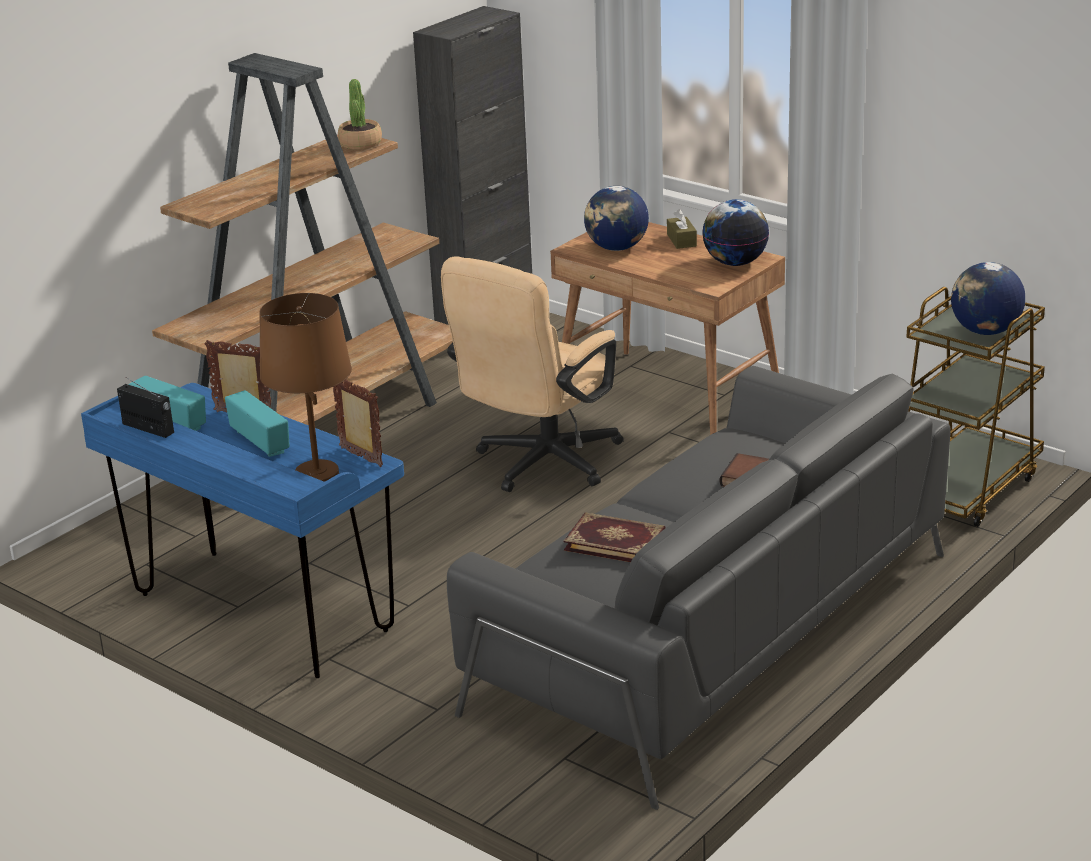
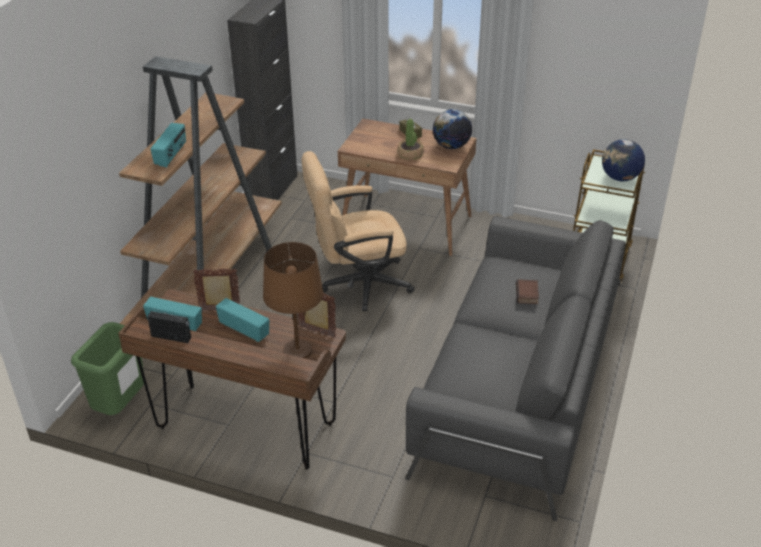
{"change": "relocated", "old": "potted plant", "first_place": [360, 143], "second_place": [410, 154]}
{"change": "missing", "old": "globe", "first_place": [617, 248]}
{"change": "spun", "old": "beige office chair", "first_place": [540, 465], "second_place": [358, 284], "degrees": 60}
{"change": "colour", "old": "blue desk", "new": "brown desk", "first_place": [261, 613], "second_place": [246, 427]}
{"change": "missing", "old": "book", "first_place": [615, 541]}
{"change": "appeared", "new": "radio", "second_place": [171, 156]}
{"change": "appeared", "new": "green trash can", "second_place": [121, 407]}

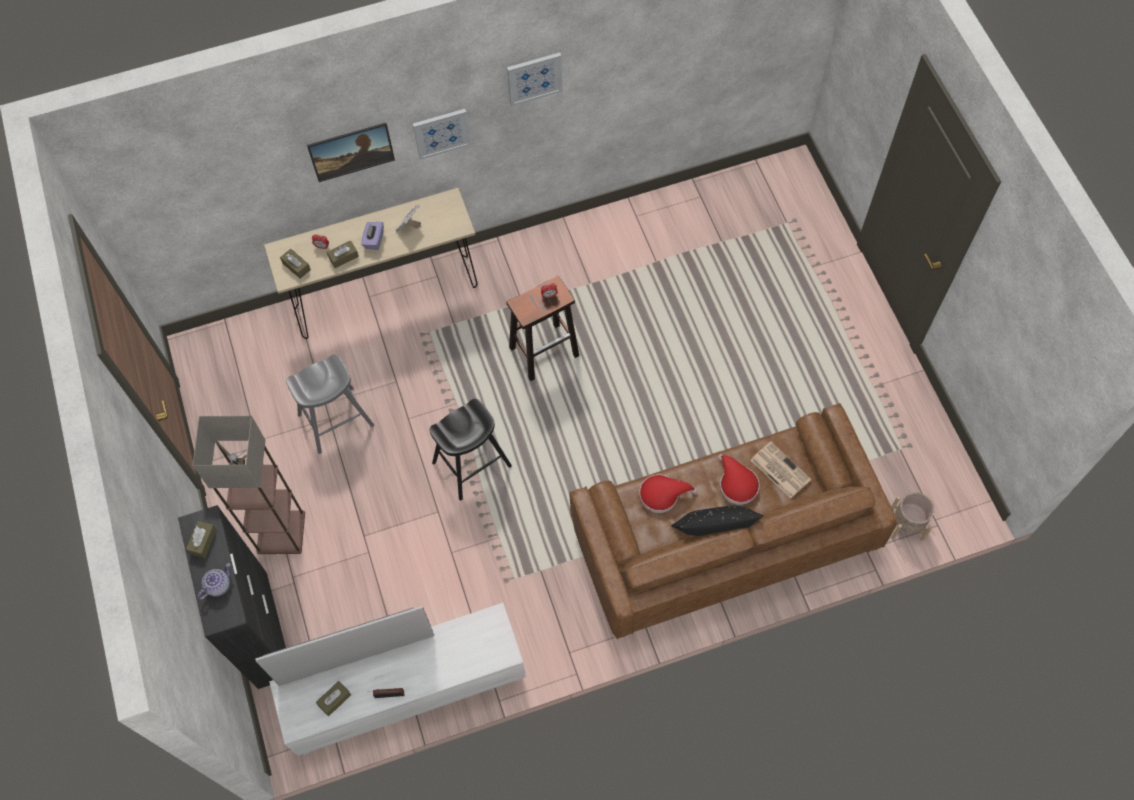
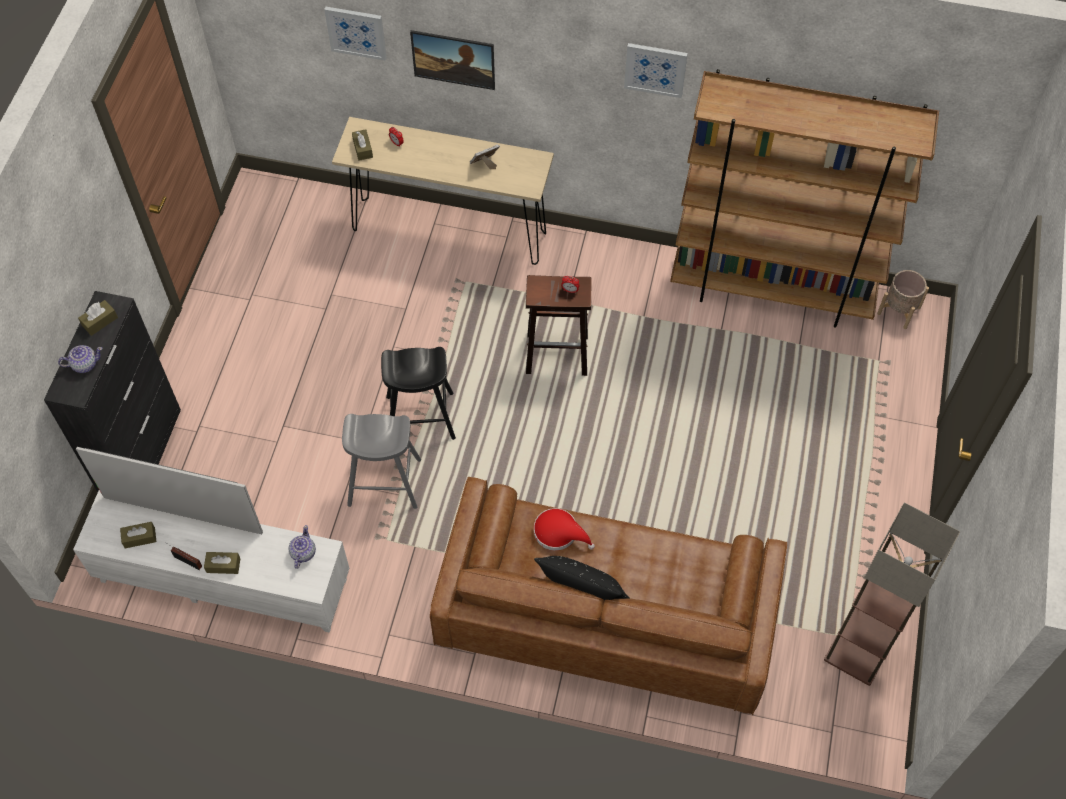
{"change": "relocated", "old": "picture", "first_place": [441, 133], "second_place": [356, 32]}
{"change": "missing", "old": "purple tissue box", "first_place": [374, 240]}
{"change": "relocated", "old": "brown tissue box", "first_place": [343, 257], "second_place": [223, 565]}
{"change": "relocated", "old": "grey stool", "first_place": [336, 420], "second_place": [385, 482]}
{"change": "relocated", "old": "floor lamp", "first_place": [282, 533], "second_place": [858, 653]}
{"change": "missing", "old": "newspaper", "first_place": [779, 469]}
{"change": "missing", "old": "red hat", "first_place": [736, 484]}
{"change": "relocated", "old": "beige planter", "first_place": [906, 524], "second_place": [899, 310]}
{"change": "appeared", "new": "brown bookcase", "second_place": [772, 292]}
{"change": "appeared", "new": "teapot", "second_place": [303, 553]}

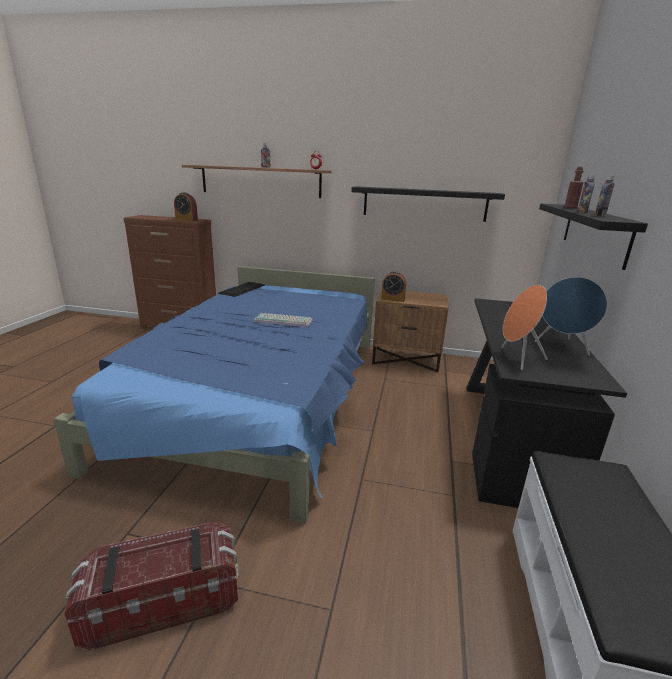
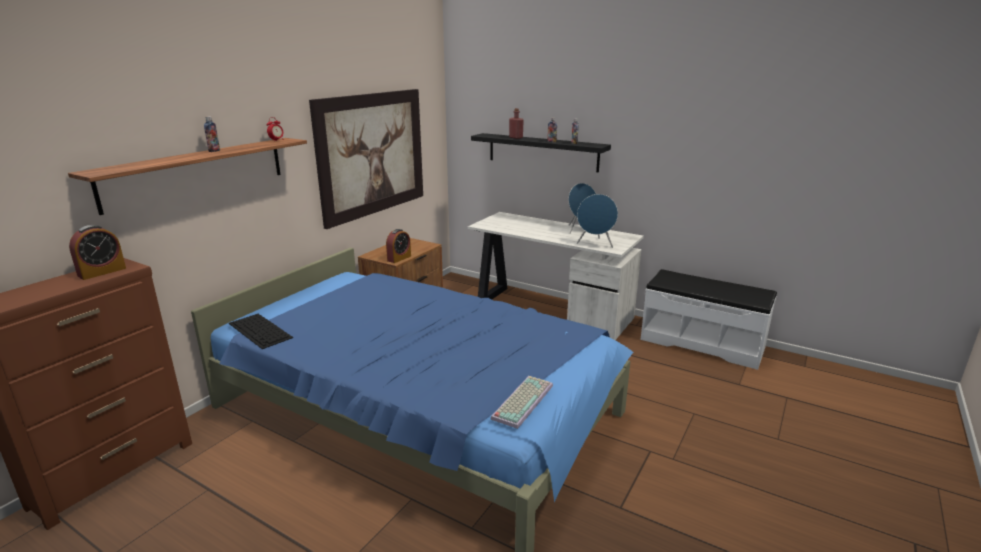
{"change": "exchanged", "old": "black shelf", "new": "picture", "first_place": [424, 204], "second_place": [372, 154]}
{"change": "colour", "old": "orange speaker", "new": "blue speaker", "first_place": [517, 358], "second_place": [595, 244]}
{"change": "colour", "old": "black desk", "new": "white desk", "first_place": [508, 435], "second_place": [550, 310]}
{"change": "relocated", "old": "keyboard", "first_place": [284, 321], "second_place": [522, 400]}
{"change": "missing", "old": "storage box", "first_place": [163, 601]}

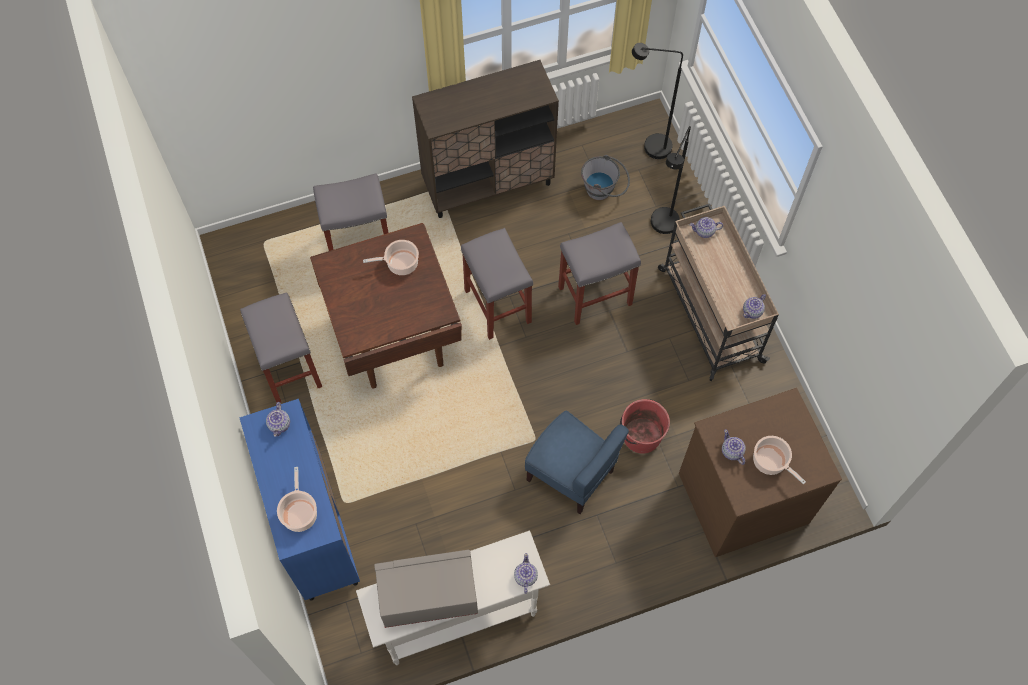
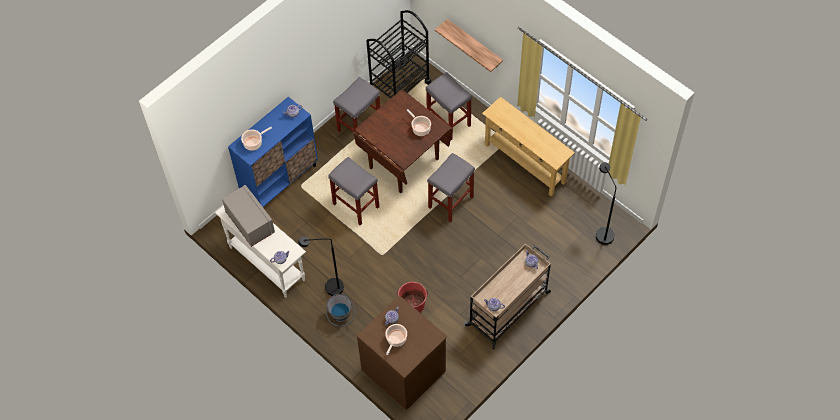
{"change": "exchanged", "old": "brown cabinet", "new": "beige console table", "first_place": [488, 184], "second_place": [525, 163]}
{"change": "relocated", "old": "black floor lamp", "first_place": [662, 229], "second_place": [329, 288]}
{"change": "relocated", "old": "grey bucket", "first_place": [604, 190], "second_place": [341, 318]}
{"change": "relocated", "old": "grey stool", "first_place": [594, 296], "second_place": [355, 205]}
{"change": "missing", "old": "blue chair", "first_place": [571, 474]}
{"change": "appeared", "new": "black cart", "second_place": [399, 86]}
{"change": "appeared", "new": "shelf", "second_place": [474, 44]}

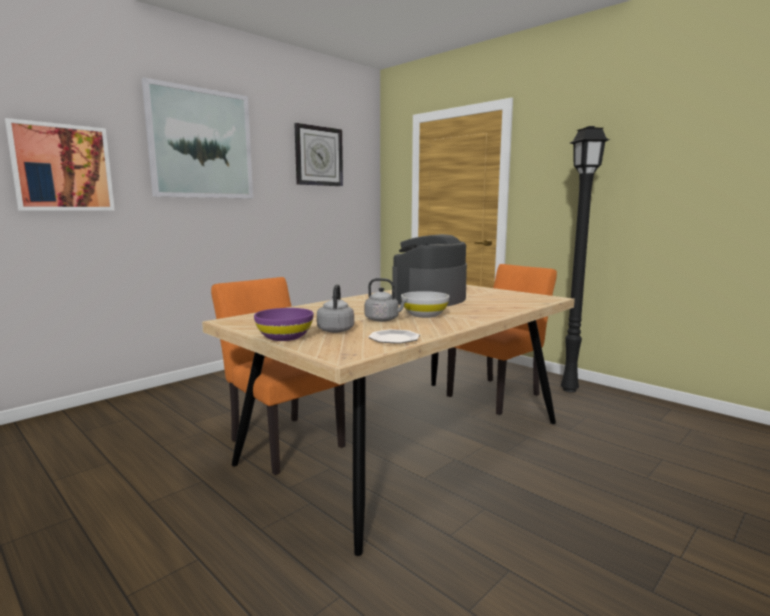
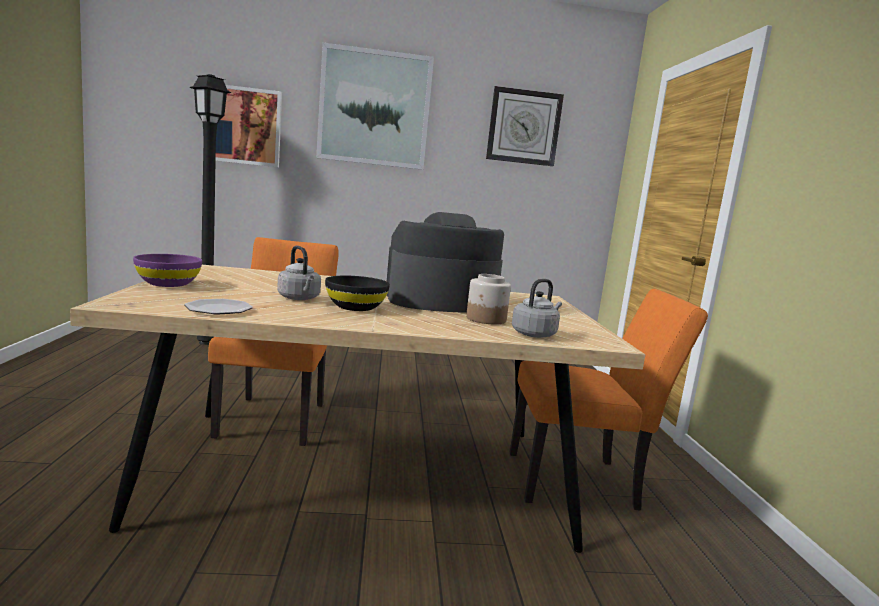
{"change": "relocated", "old": "black floor lamp", "first_place": [570, 390], "second_place": [205, 343]}
{"change": "relocated", "old": "grey kettle", "first_place": [336, 330], "second_place": [535, 334]}
{"change": "colour", "old": "white bowl", "new": "black bowl", "first_place": [425, 315], "second_place": [355, 307]}
{"change": "appeared", "new": "jar", "second_place": [486, 319]}

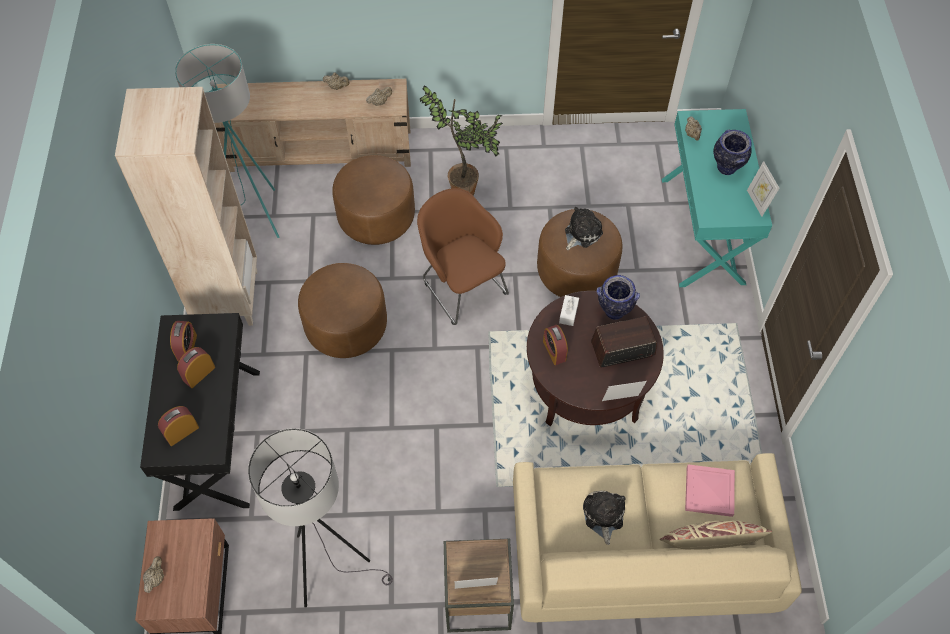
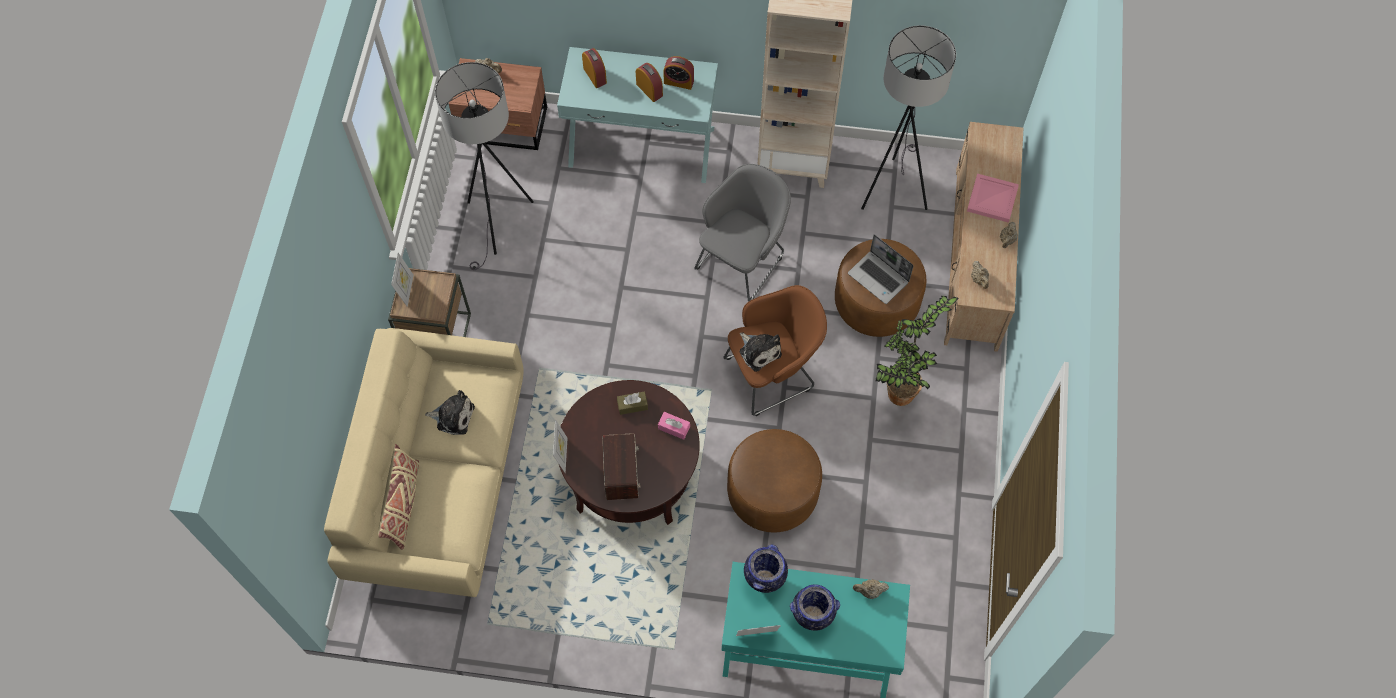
{"change": "colour", "old": "turquoise floor lamp", "new": "grey floor lamp", "first_place": [252, 216], "second_place": [893, 187]}
{"change": "relocated", "old": "plush toy", "first_place": [581, 233], "second_place": [759, 351]}
{"change": "exchanged", "old": "brown ottoman", "new": "grey armchair", "first_place": [346, 325], "second_place": [743, 260]}
{"change": "relocated", "old": "vase", "first_place": [614, 312], "second_place": [764, 579]}
{"change": "colour", "old": "white tissue box", "new": "pink tissue box", "first_place": [568, 313], "second_place": [674, 428]}
{"change": "colour", "old": "black console table", "new": "turquoise console table", "first_place": [217, 438], "second_place": [642, 146]}
{"change": "exchanged", "old": "alarm clock", "new": "brown tissue box", "first_place": [554, 351], "second_place": [632, 405]}
{"change": "relocated", "old": "pink tray", "first_place": [708, 490], "second_place": [993, 199]}
{"change": "appeared", "new": "laptop", "second_place": [879, 278]}

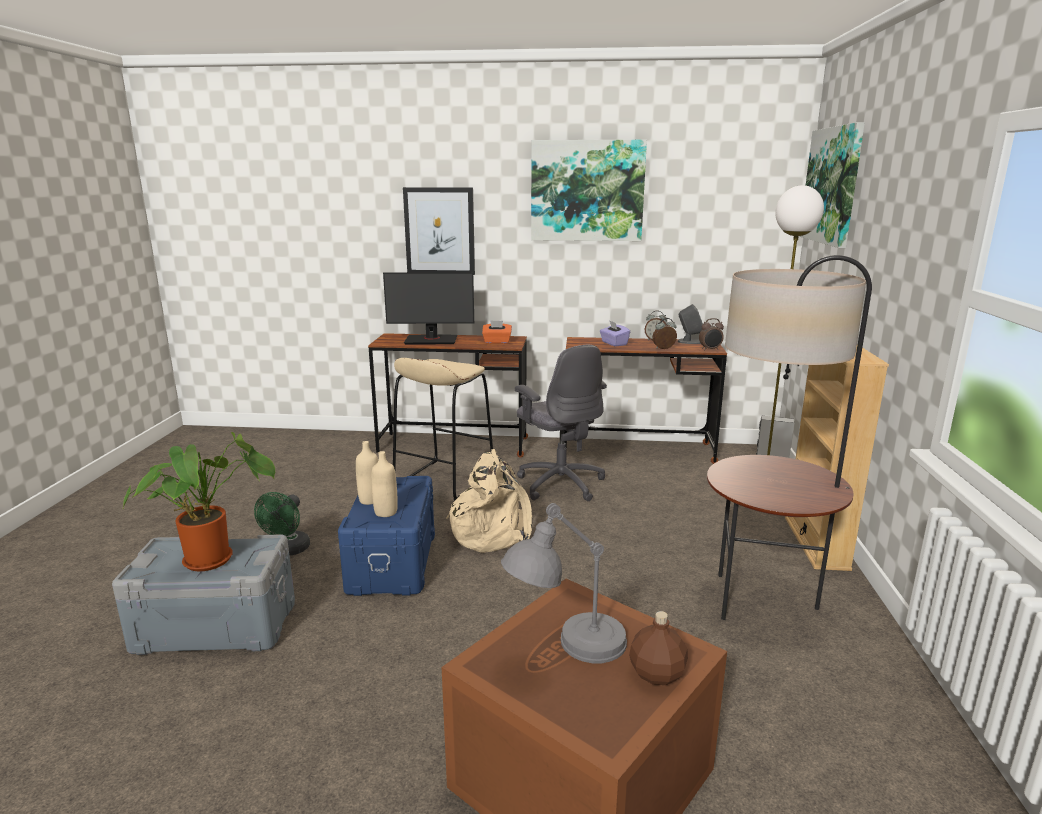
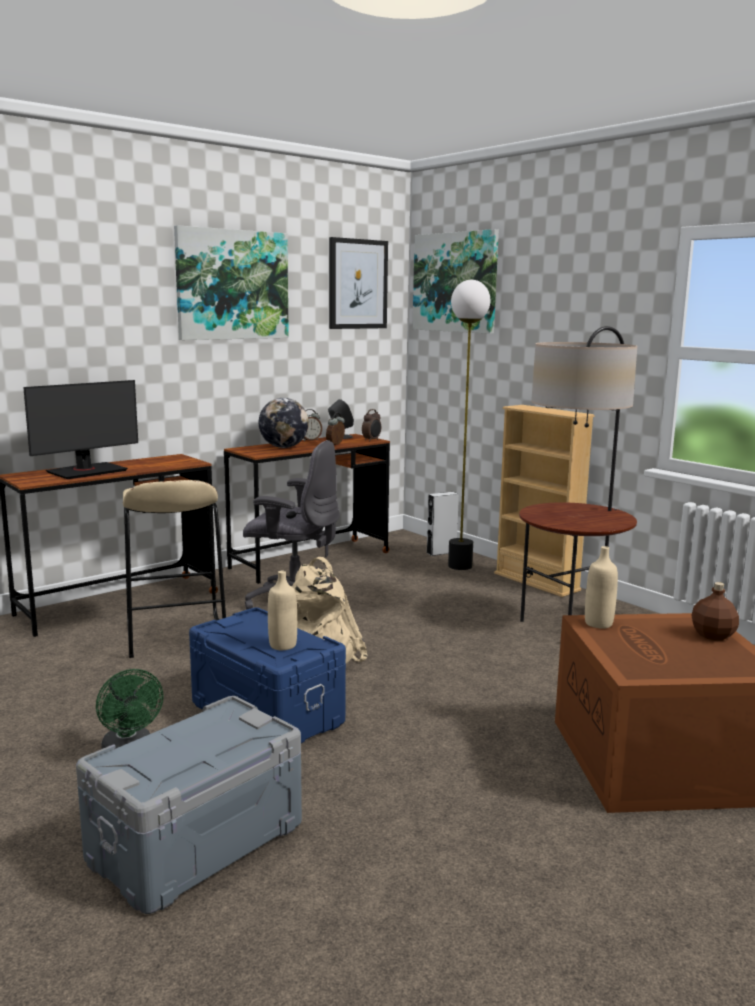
{"change": "relocated", "old": "picture", "first_place": [439, 231], "second_place": [357, 284]}
{"change": "missing", "old": "orange tissue box", "first_place": [497, 342]}
{"change": "exchanged", "old": "purple tissue box", "new": "globe", "first_place": [614, 343], "second_place": [283, 447]}
{"change": "missing", "old": "potted plant", "first_place": [214, 558]}
{"change": "relocated", "old": "beige bottle", "first_place": [370, 500], "second_place": [598, 623]}
{"change": "missing", "old": "grey table lamp", "first_place": [567, 651]}

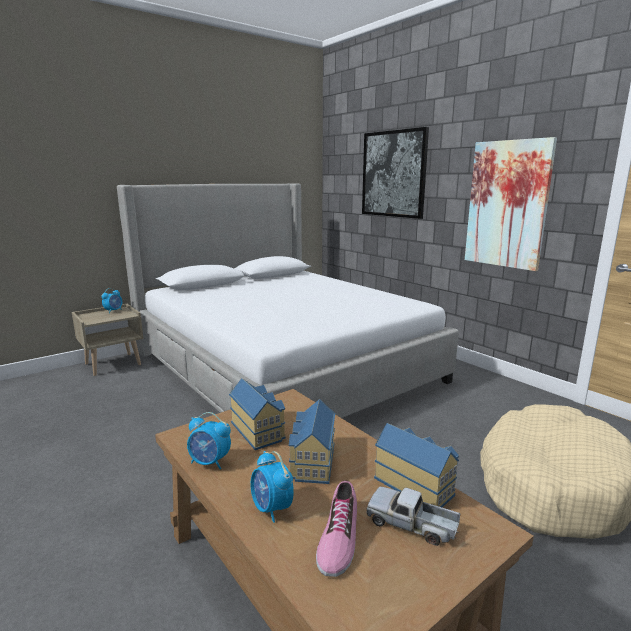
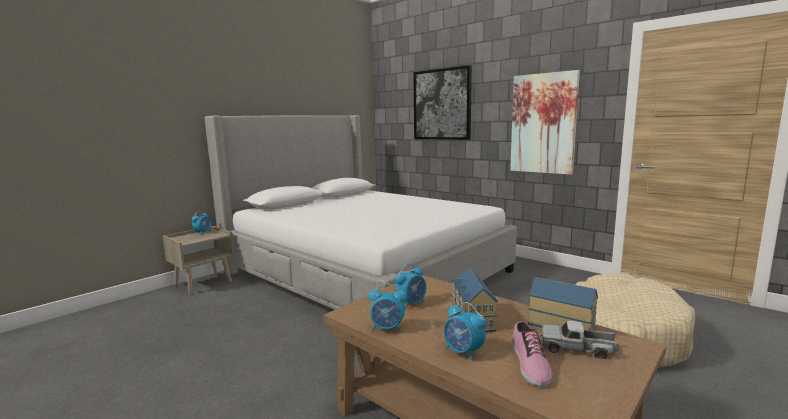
{"change": "exchanged", "old": "toy house", "new": "alarm clock", "first_place": [259, 430], "second_place": [411, 303]}

